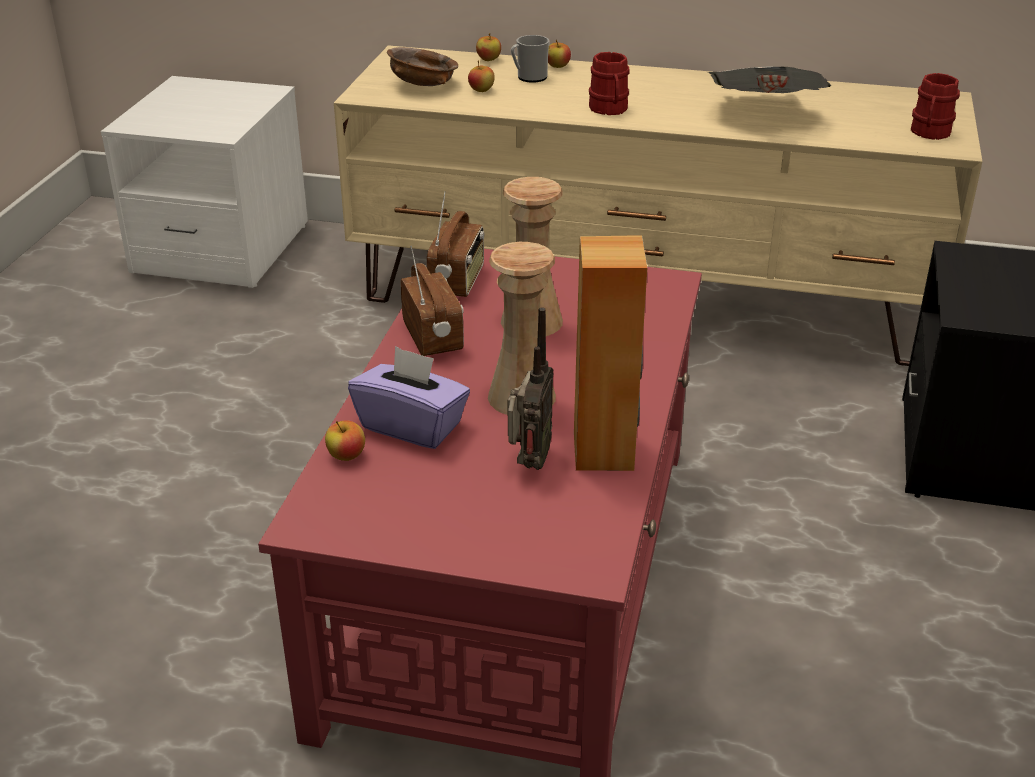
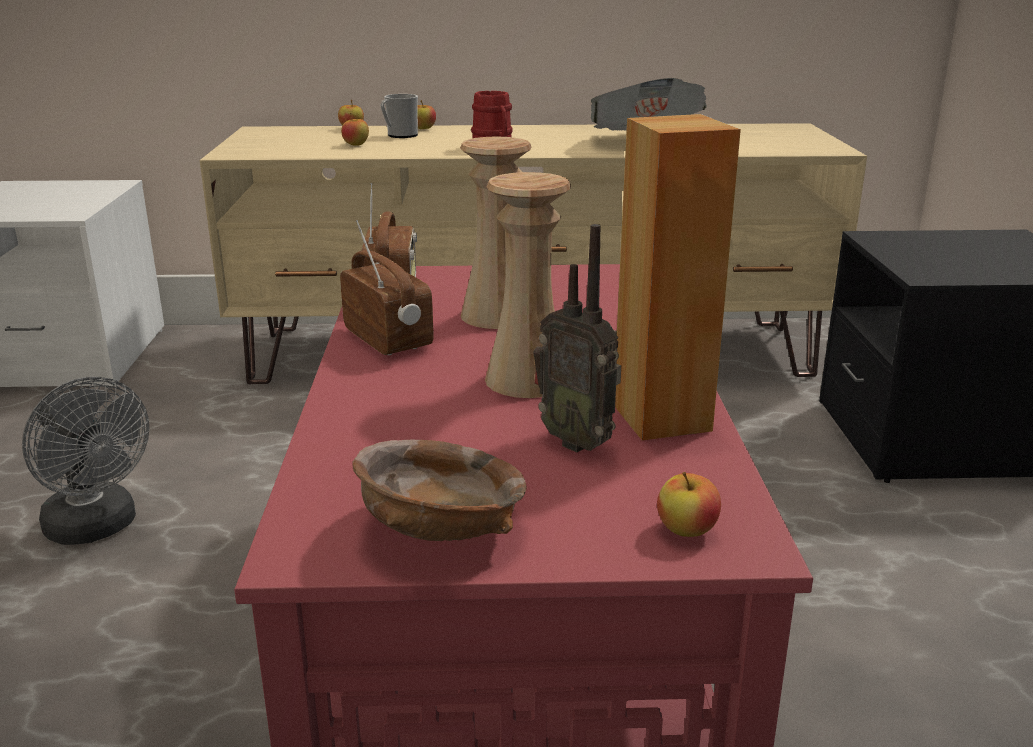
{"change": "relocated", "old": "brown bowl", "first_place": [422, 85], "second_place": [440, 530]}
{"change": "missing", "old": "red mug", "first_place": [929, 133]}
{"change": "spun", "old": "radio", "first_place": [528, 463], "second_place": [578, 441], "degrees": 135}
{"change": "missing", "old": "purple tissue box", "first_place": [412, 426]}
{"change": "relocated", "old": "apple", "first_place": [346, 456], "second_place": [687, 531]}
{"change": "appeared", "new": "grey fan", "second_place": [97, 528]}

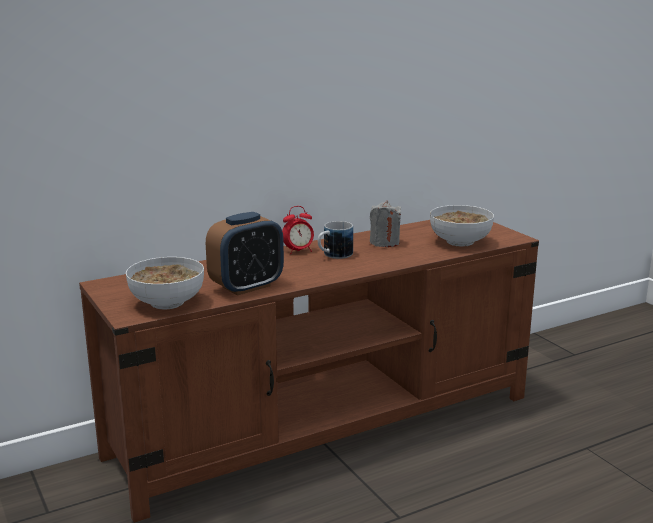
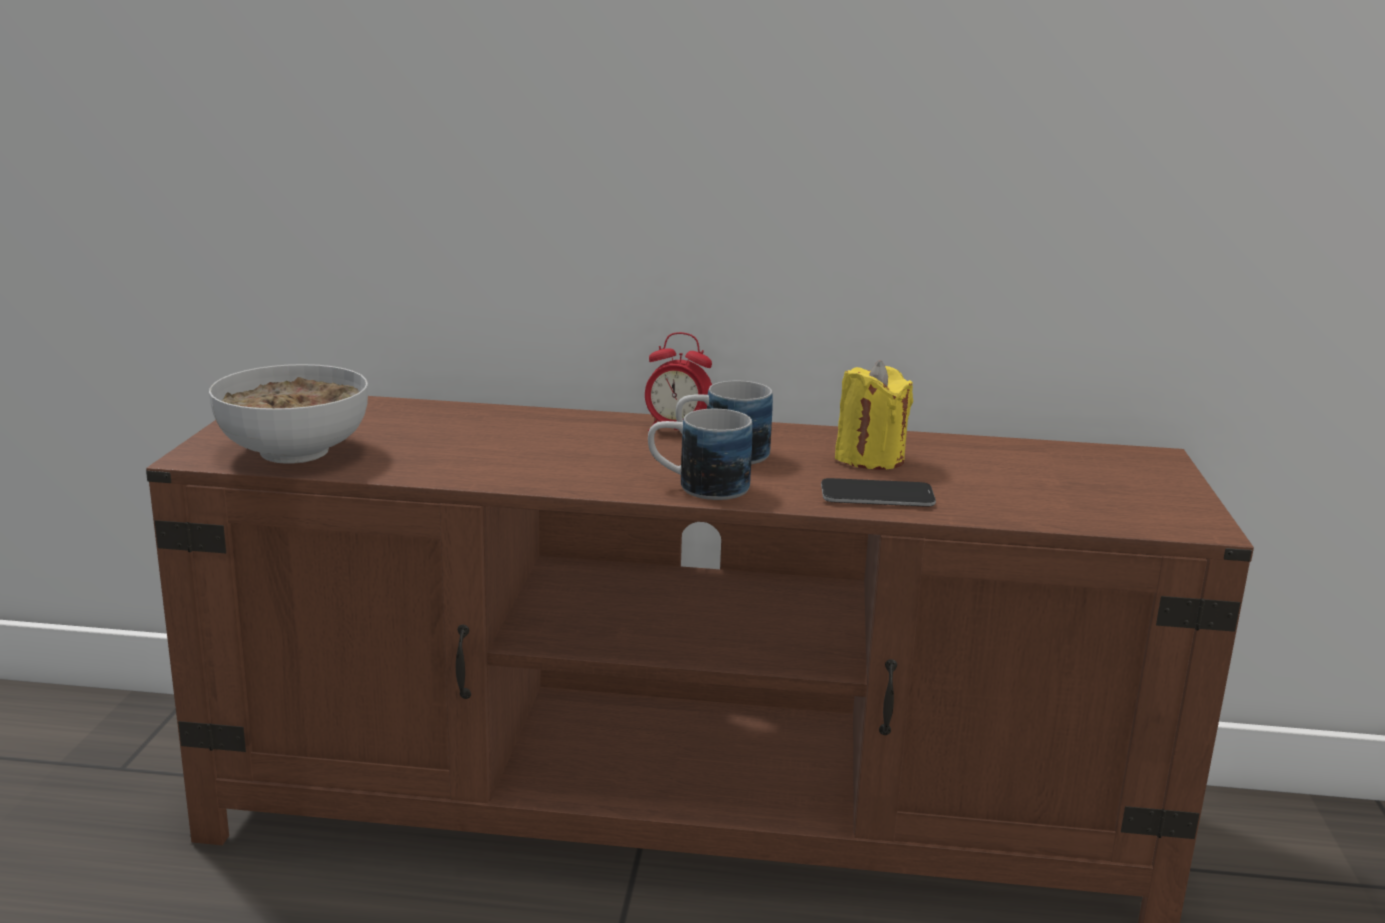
{"change": "colour", "old": "grey candle", "new": "yellow candle", "first_place": [384, 243], "second_place": [869, 458]}
{"change": "missing", "old": "bowl", "first_place": [460, 242]}
{"change": "missing", "old": "alarm clock", "first_place": [246, 287]}
{"change": "appeared", "new": "mug", "second_place": [698, 487]}
{"change": "appeared", "new": "phone", "second_place": [877, 496]}

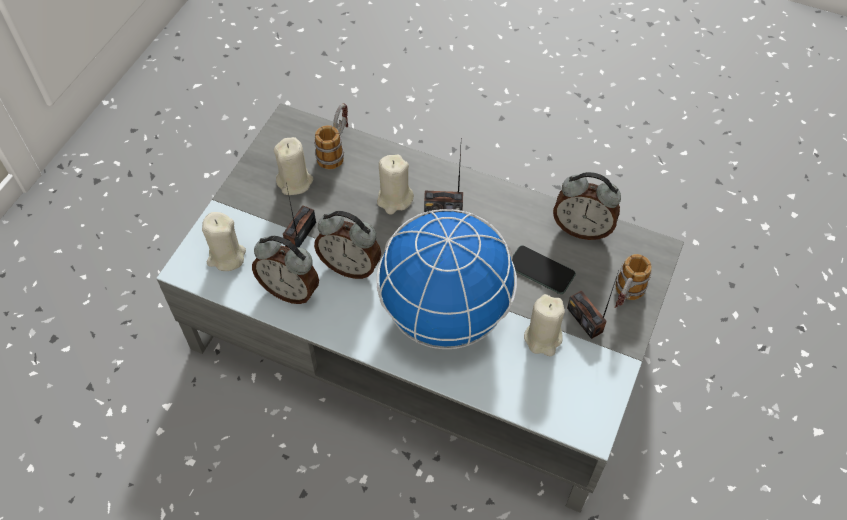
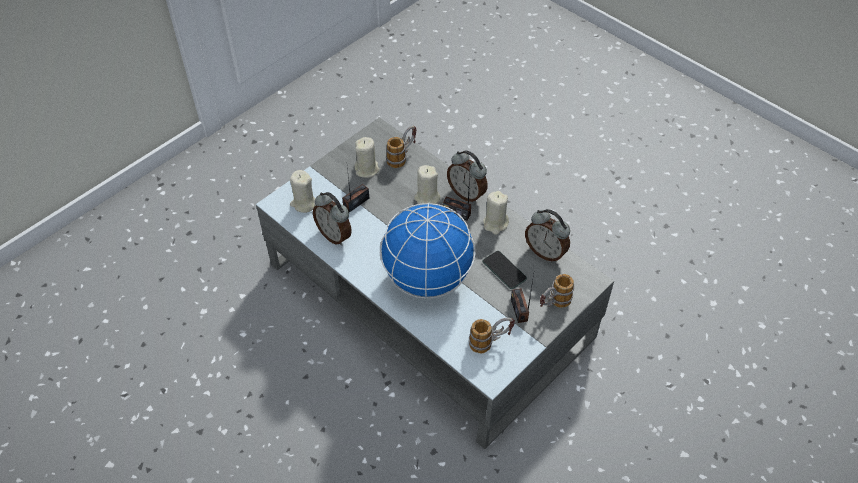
{"change": "relocated", "old": "alarm clock", "first_place": [350, 266], "second_place": [467, 193]}
{"change": "relocated", "old": "beige candle", "first_place": [543, 338], "second_place": [495, 224]}
{"change": "appeared", "new": "mug", "second_place": [490, 342]}

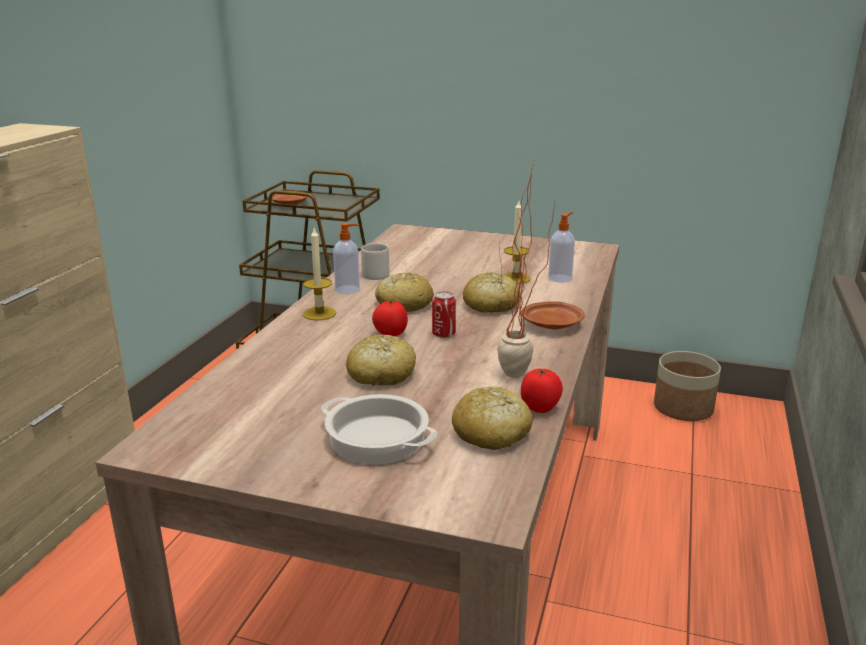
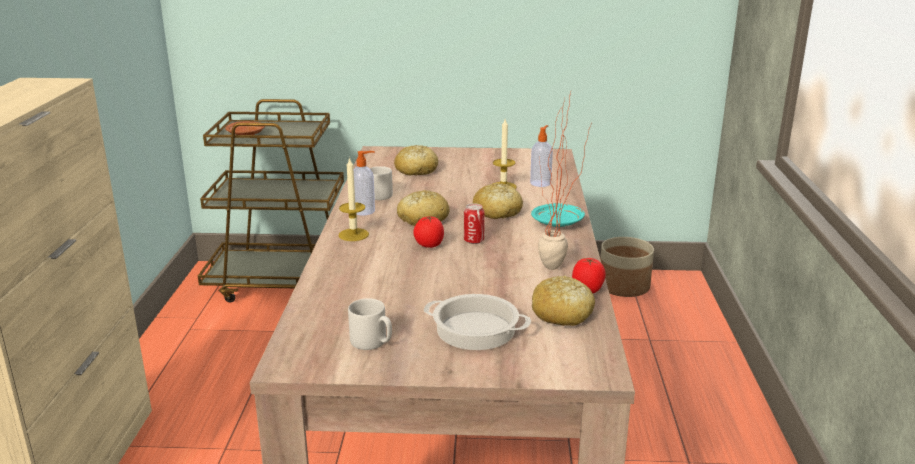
{"change": "colour", "old": "brown plate", "new": "turquoise plate", "first_place": [552, 325], "second_place": [557, 223]}
{"change": "relocated", "old": "bread", "first_place": [381, 374], "second_place": [416, 170]}
{"change": "appeared", "new": "grey mug", "second_place": [372, 342]}

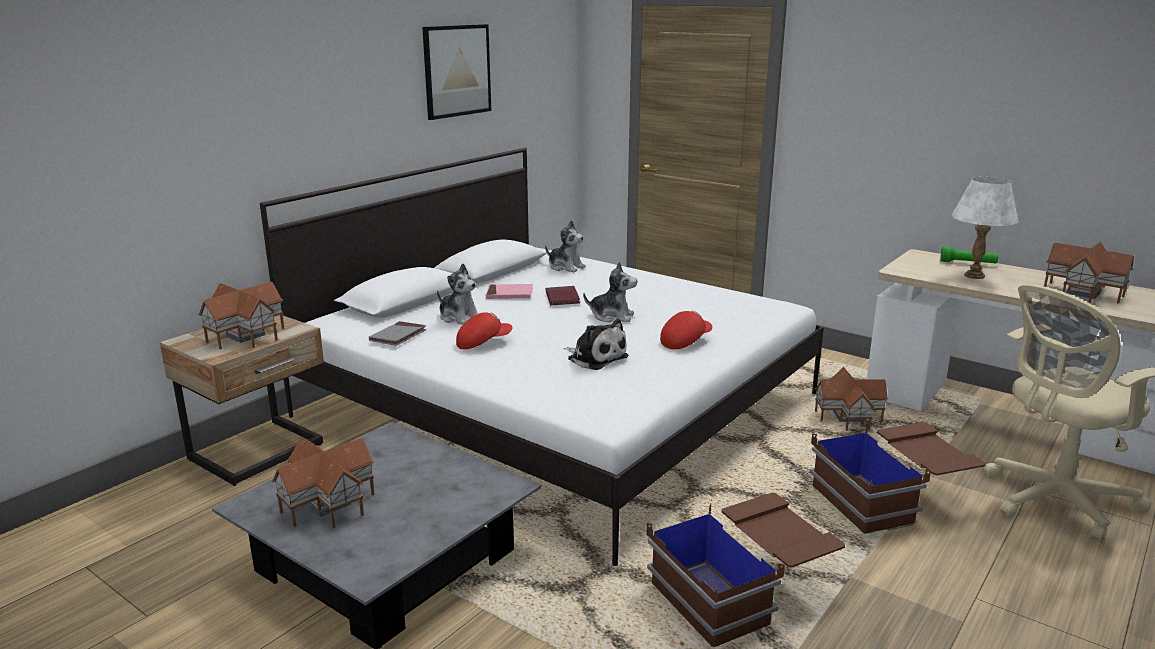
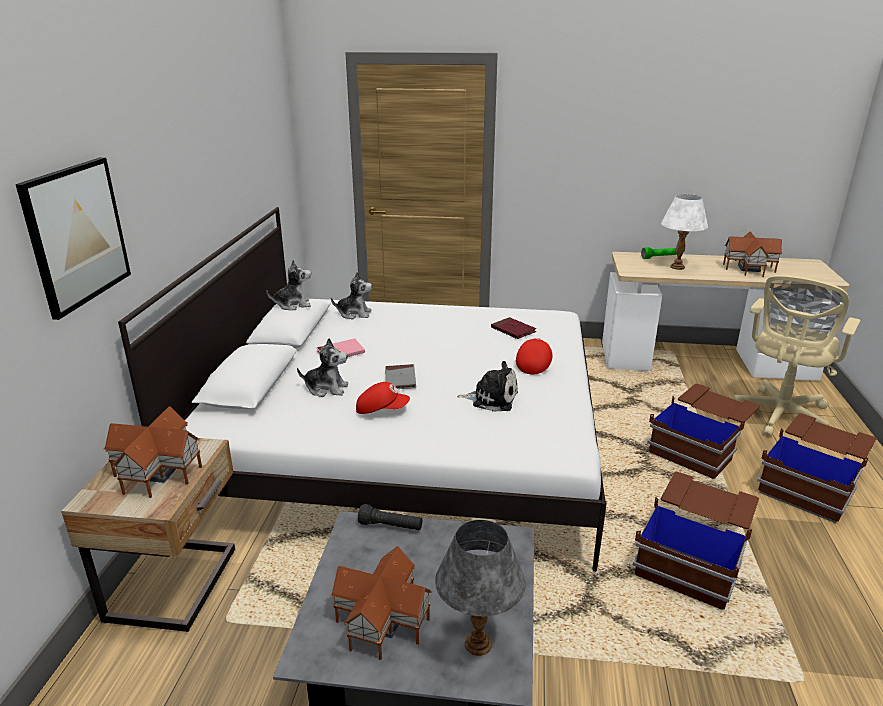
{"change": "relocated", "old": "picture", "first_place": [457, 71], "second_place": [77, 234]}
{"change": "relocated", "old": "plush toy", "first_place": [612, 316], "second_place": [293, 305]}
{"change": "relocated", "old": "red book", "first_place": [562, 298], "second_place": [513, 330]}
{"change": "spun", "old": "red cap", "first_place": [483, 343], "second_place": [382, 409], "degrees": 60}
{"change": "relocated", "old": "grey book", "first_place": [398, 336], "second_place": [400, 379]}
{"change": "missing", "old": "toy house", "first_place": [849, 417]}
{"change": "appeared", "new": "brown storage box", "second_place": [811, 483]}
{"change": "appeared", "new": "black flashlight", "second_place": [390, 526]}
{"change": "appeared", "new": "grey table lamp", "second_place": [477, 643]}

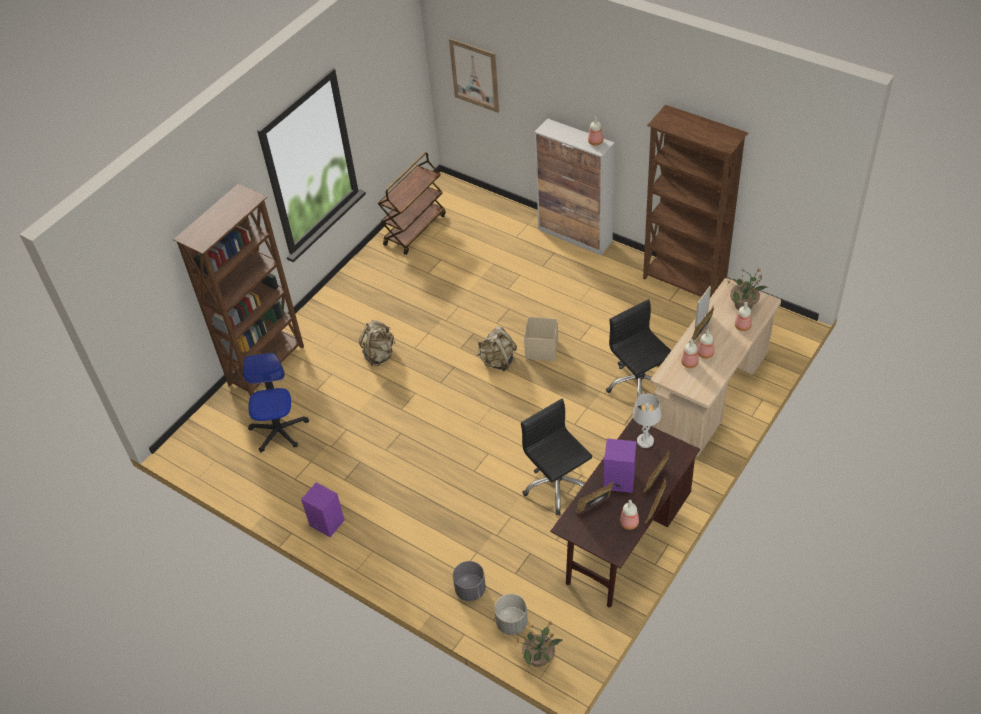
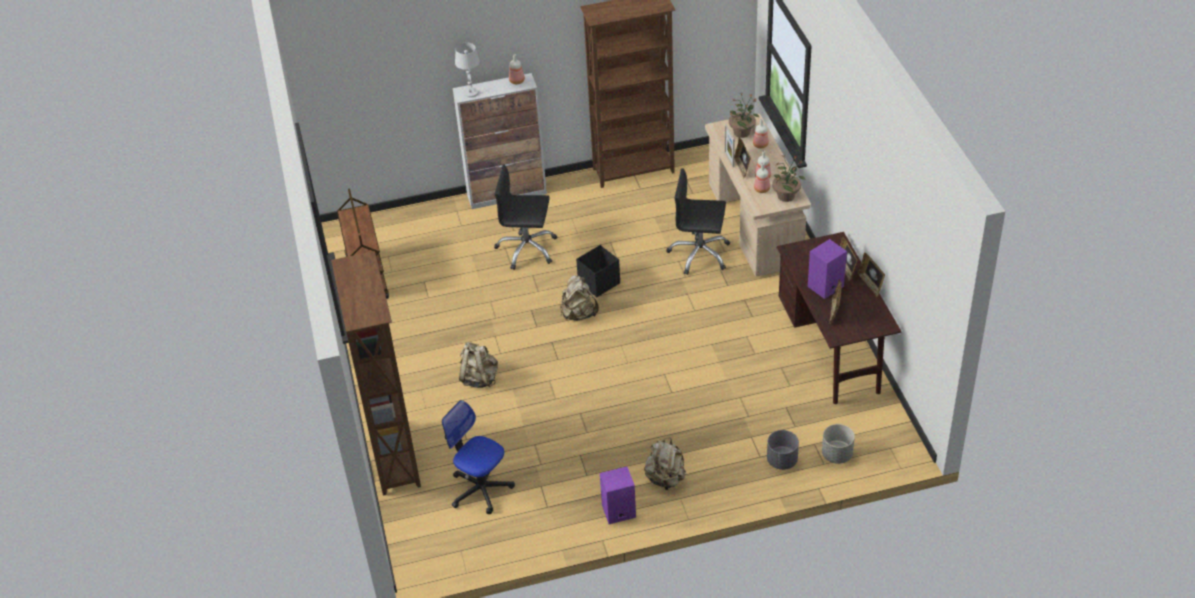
{"change": "missing", "old": "picture", "first_place": [474, 75]}
{"change": "colour", "old": "beige storage box", "new": "black storage box", "first_place": [541, 349], "second_place": [598, 283]}
{"change": "relocated", "old": "white table lamp", "first_place": [645, 441], "second_place": [471, 93]}
{"change": "relocated", "old": "black office chair", "first_place": [557, 485], "second_place": [527, 249]}
{"change": "missing", "old": "bottle", "first_place": [630, 523]}
{"change": "relocated", "old": "potted plant", "first_place": [539, 657], "second_place": [786, 196]}
{"change": "appeared", "new": "beige backpack", "second_place": [665, 479]}

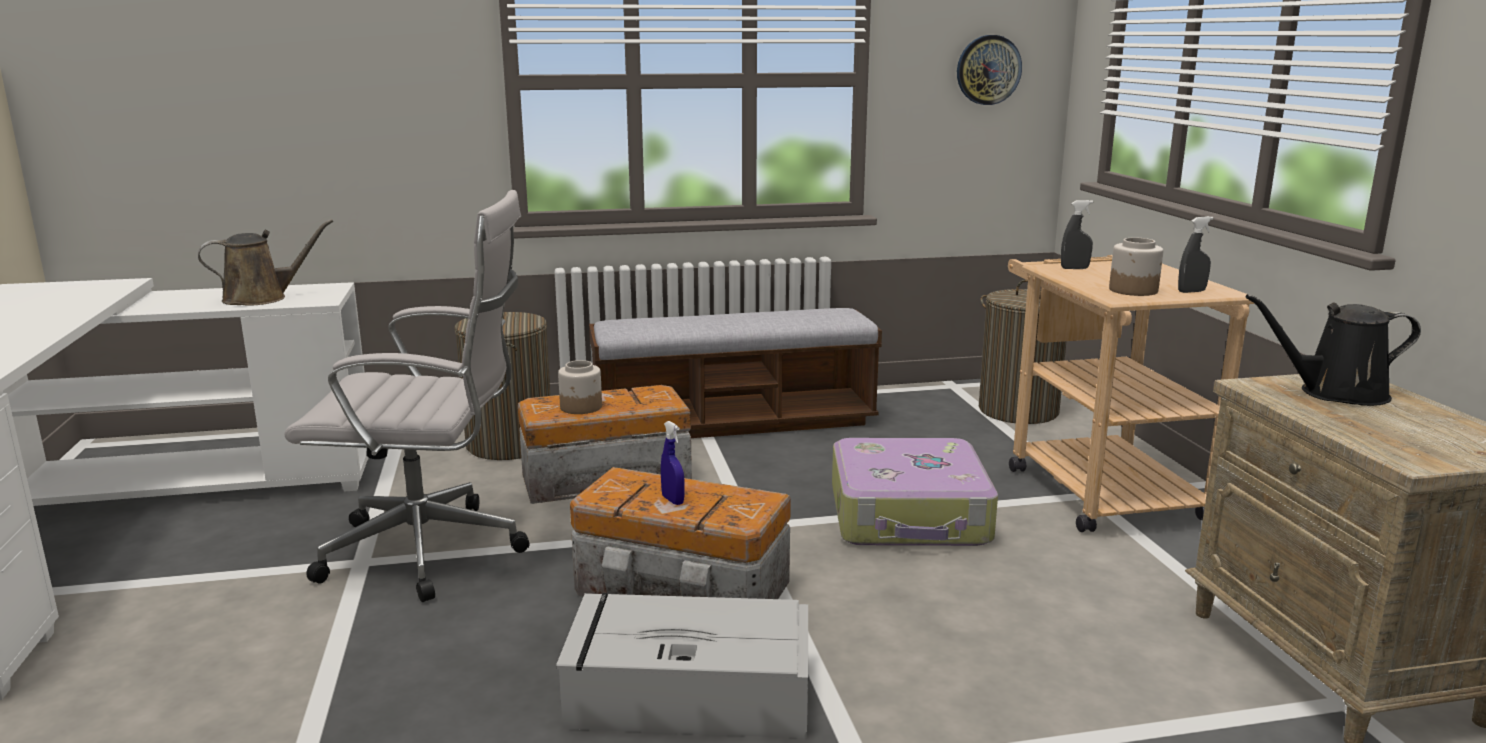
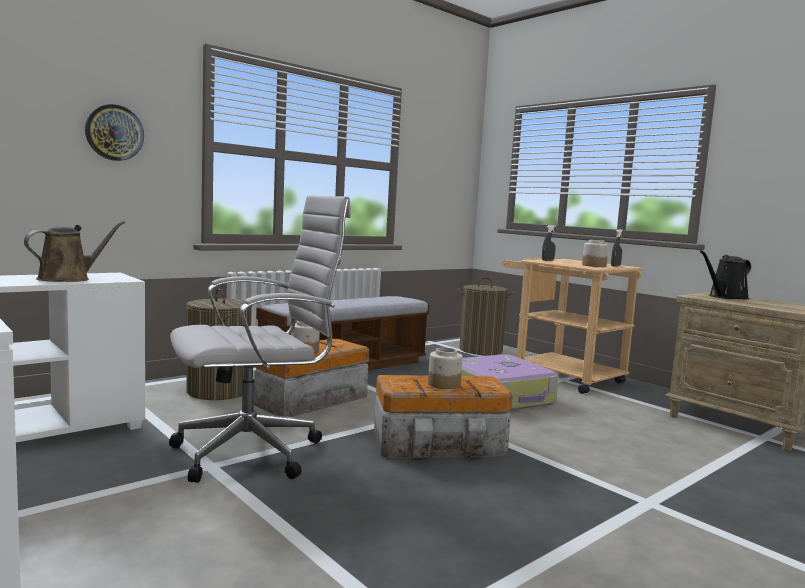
{"change": "relocated", "old": "wall clock", "first_place": [988, 70], "second_place": [114, 132]}
{"change": "exchanged", "old": "blue spray bottle", "new": "jar", "first_place": [673, 500], "second_place": [444, 384]}
{"change": "missing", "old": "grey storage box", "first_place": [686, 692]}

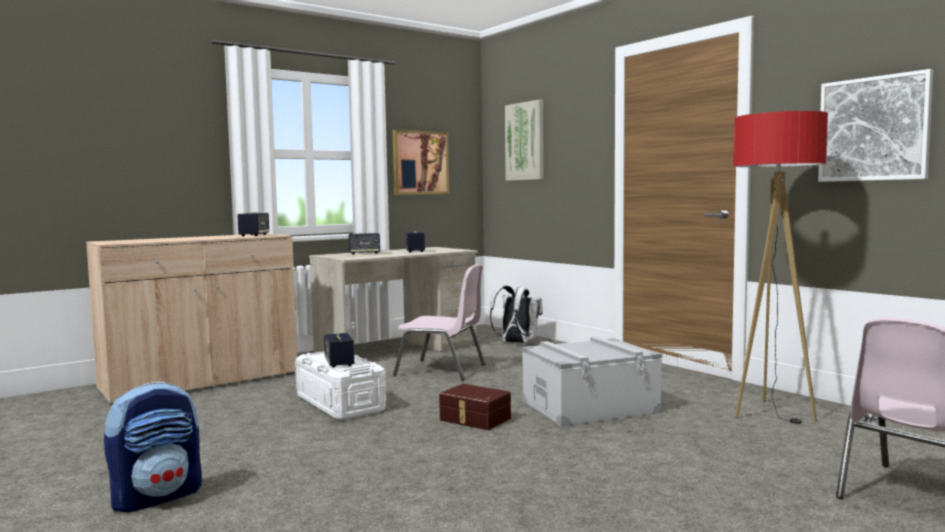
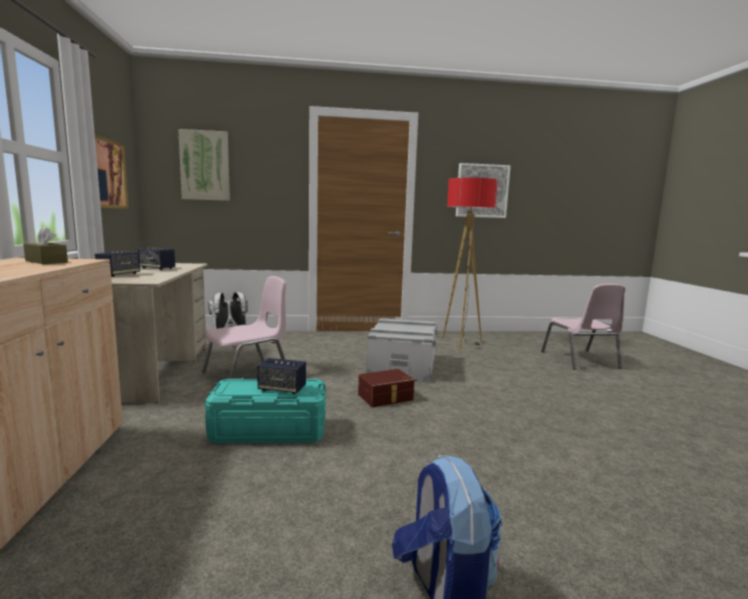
{"change": "exchanged", "old": "speaker", "new": "brown tissue box", "first_place": [254, 235], "second_place": [46, 261]}
{"change": "colour", "old": "white storage box", "new": "turquoise storage box", "first_place": [339, 404], "second_place": [269, 431]}

